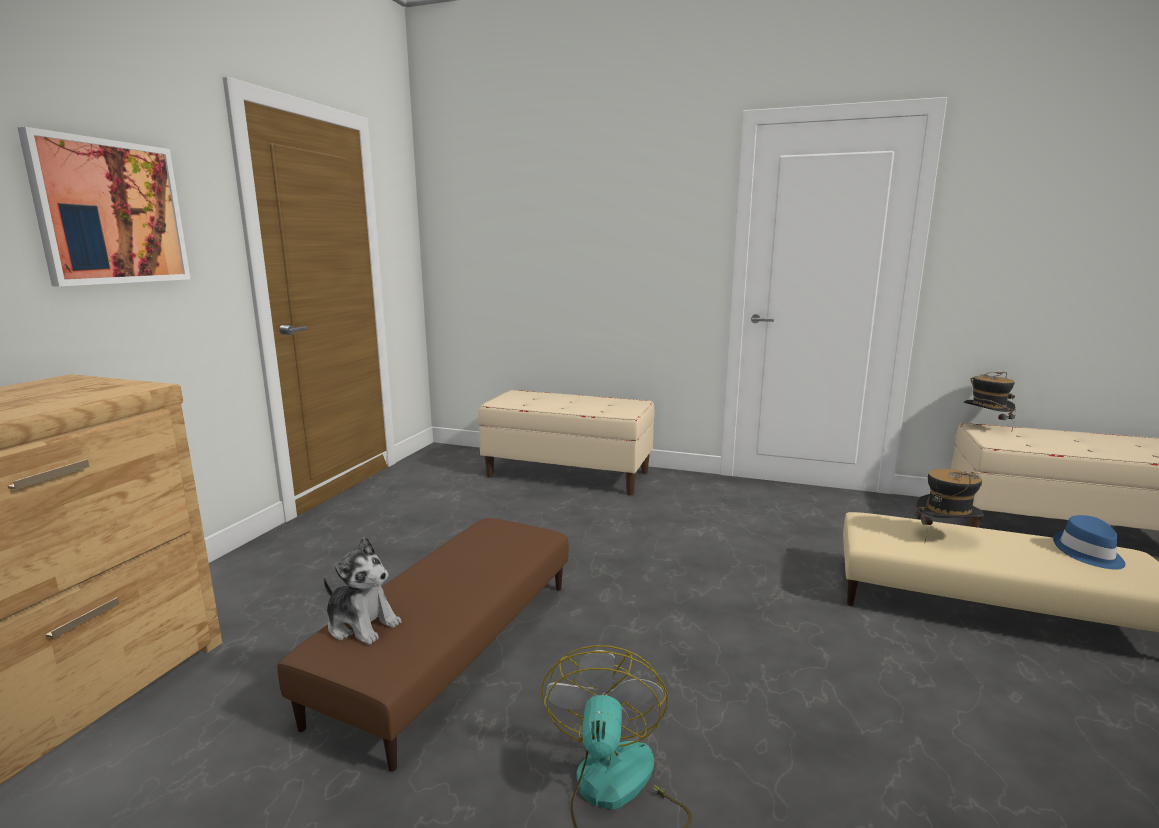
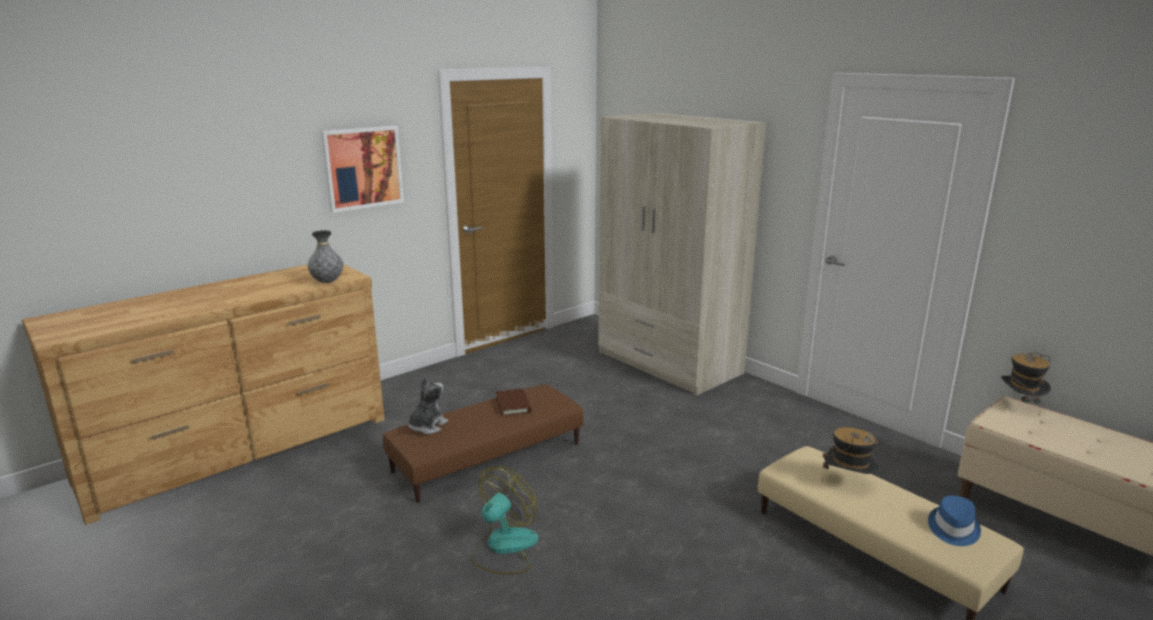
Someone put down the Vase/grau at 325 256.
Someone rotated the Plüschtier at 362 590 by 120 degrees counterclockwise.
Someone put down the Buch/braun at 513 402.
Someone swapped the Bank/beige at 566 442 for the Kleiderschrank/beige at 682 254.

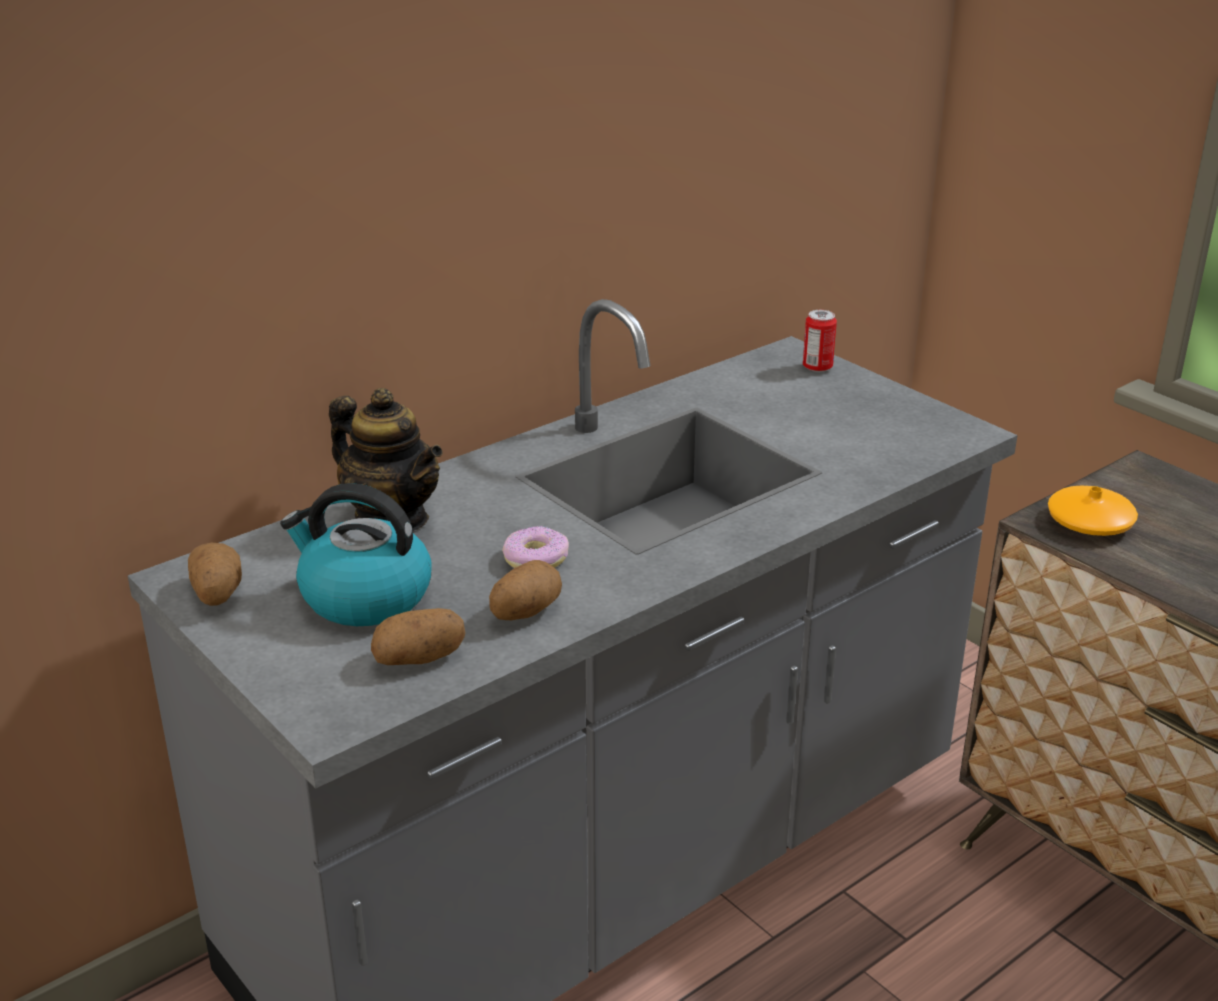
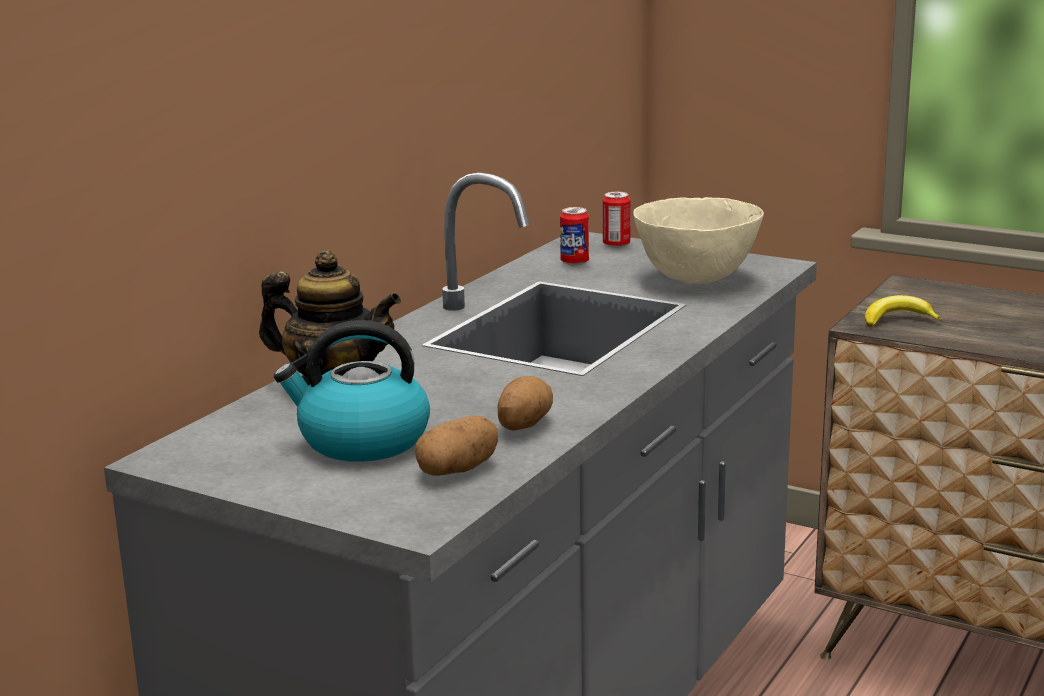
Someone put down the Dose at 574 236.
Someone put down the Schüssel/beige at 698 240.
Someone swapped the Vase/orange at 1093 511 for the Banane at 903 311.
Someone took away the Kartoffel at 215 574.
Someone took away the Donut at 535 547.

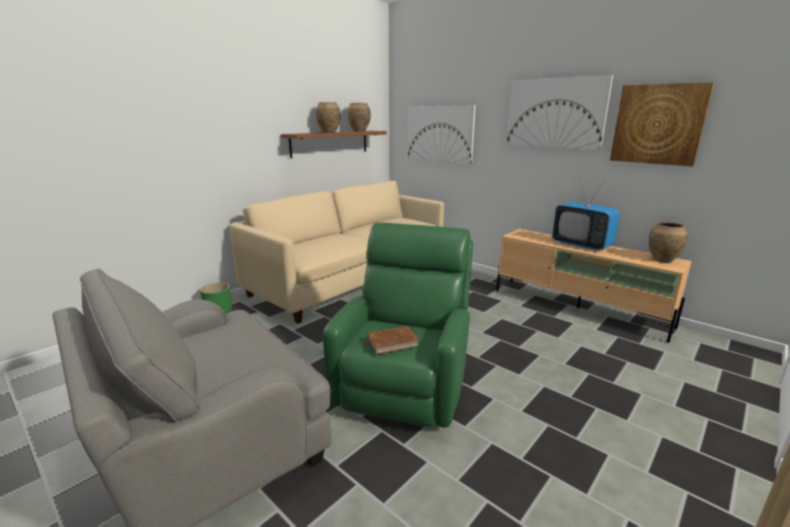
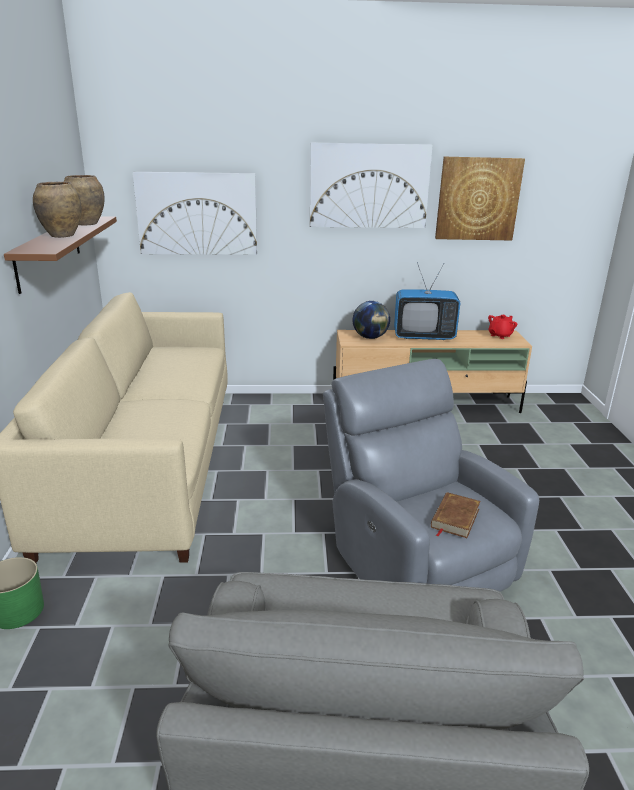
Someone repainted the Sessel/grün at 398 325, which became the Sessel/grau at 431 475.
Someone put down the Globus at 371 320.
Someone swapped the Vase/braun at 668 242 for the Teekanne/rot at 502 327.

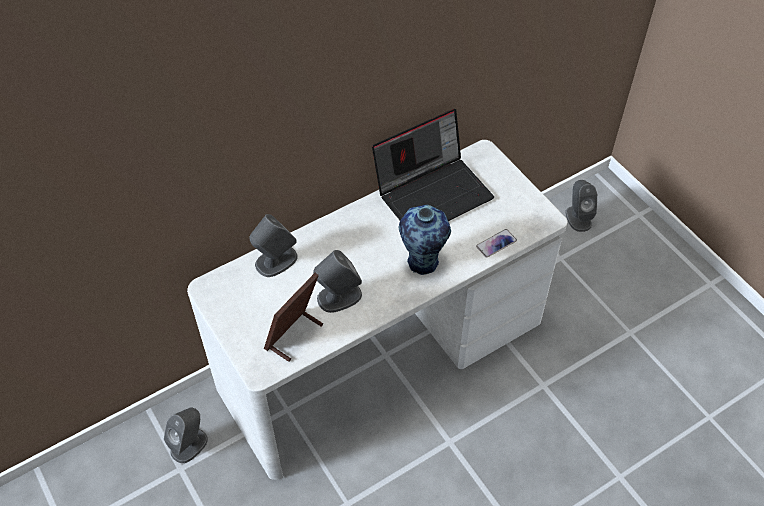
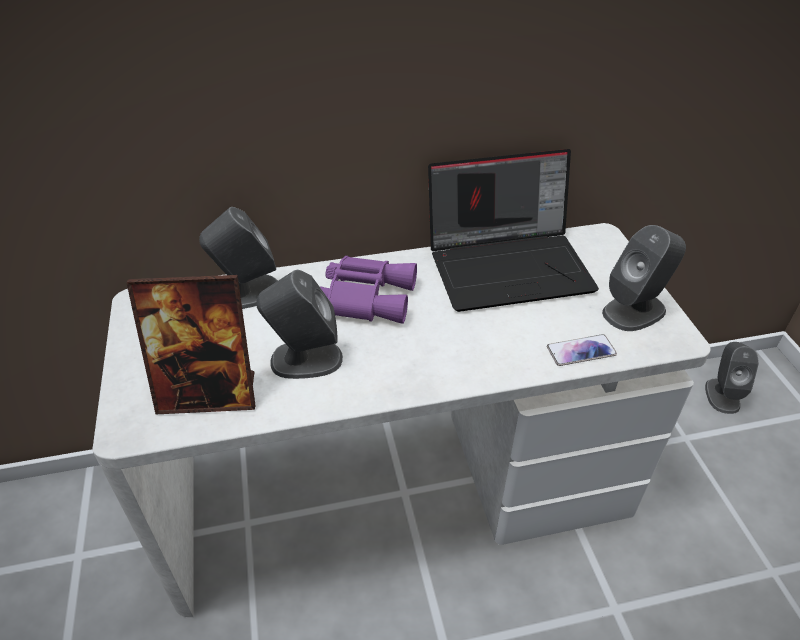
Someone rotated the Bilderrahmen at 293 317 by 150 degrees counterclockwise.
Someone put down the Fernglas/lila at 368 290.
Someone carried the Lautsprecher/grau from 186 435 to 644 278.
Someone took away the Vase at 424 240.

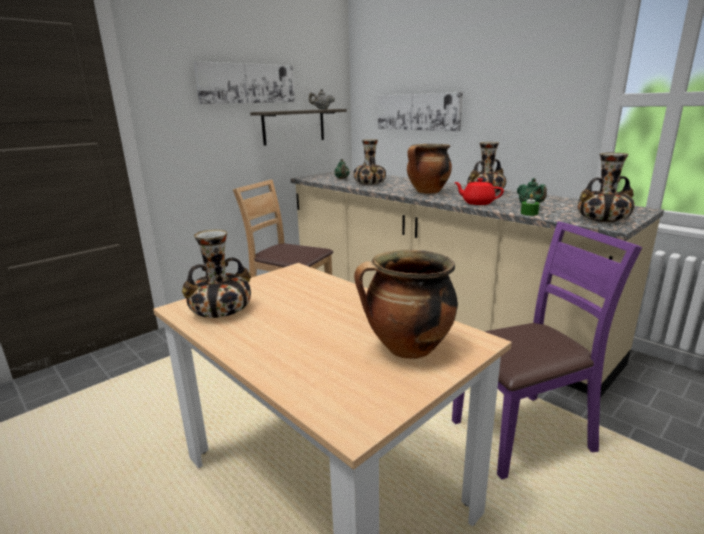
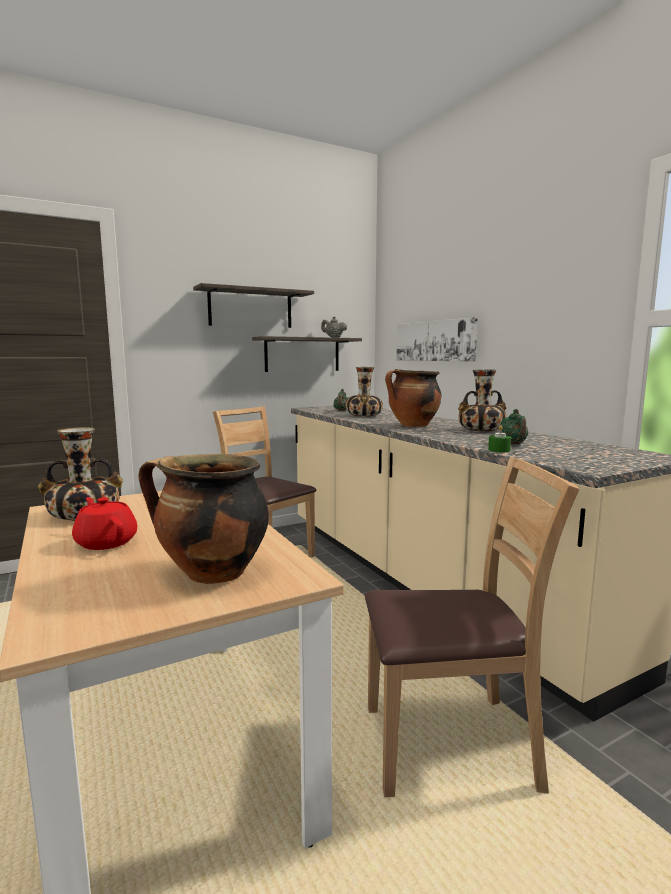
Someone carried the Teekanne/rot from 479 191 to 104 523.
Someone swapped the Bild at 244 82 for the Wandregal at 253 305.
Someone repainted the Stuhl/lila at 547 350, which became the Stuhl/braun at 472 626.
Someone took away the Vase at 606 187.

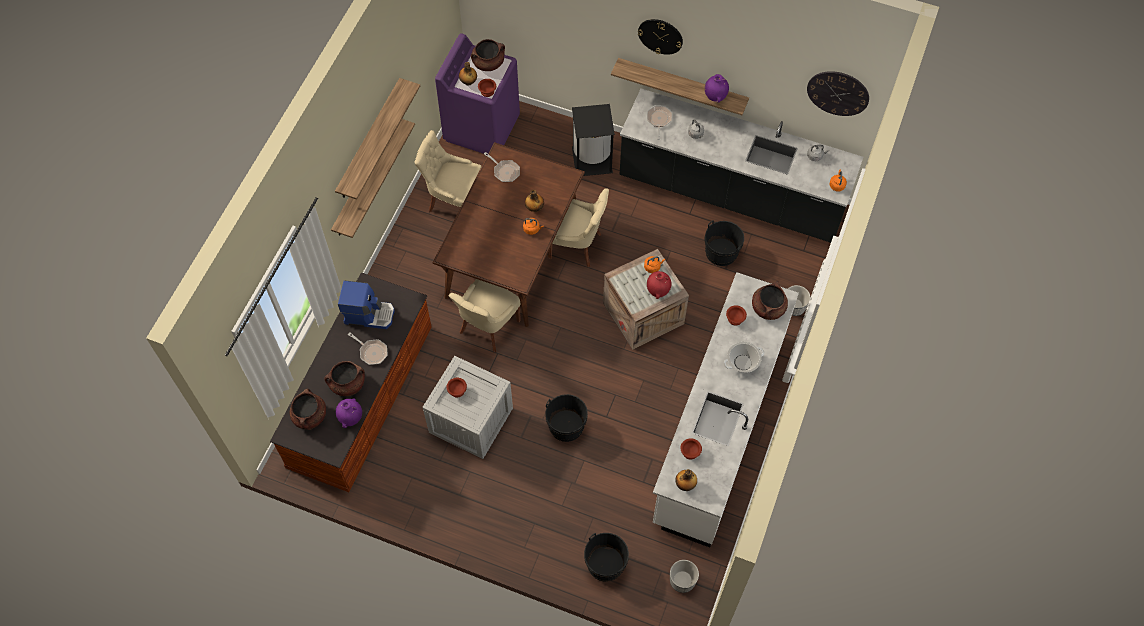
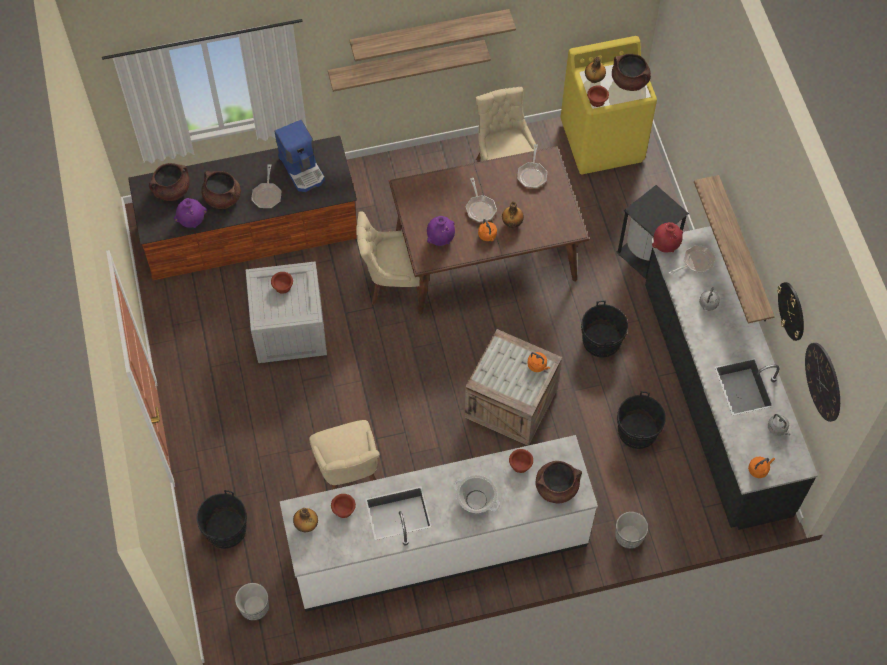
Someone carried the Stuhl/beige from 578 227 to 344 455.
Someone carried the Vase/lila from 717 88 to 441 231.
Someone put down the Pfanne at 481 200.
Someone repainted the Waschmaschine/lila at 477 94, which became the Waschmaschine/gelb at 608 105.
Someone carried the Eimer/schwarz from 566 418 to 604 329.
Someone carried the Vase/rot from 659 285 to 667 237.
Someone carried the Wanduhr from 660 37 to 790 311.

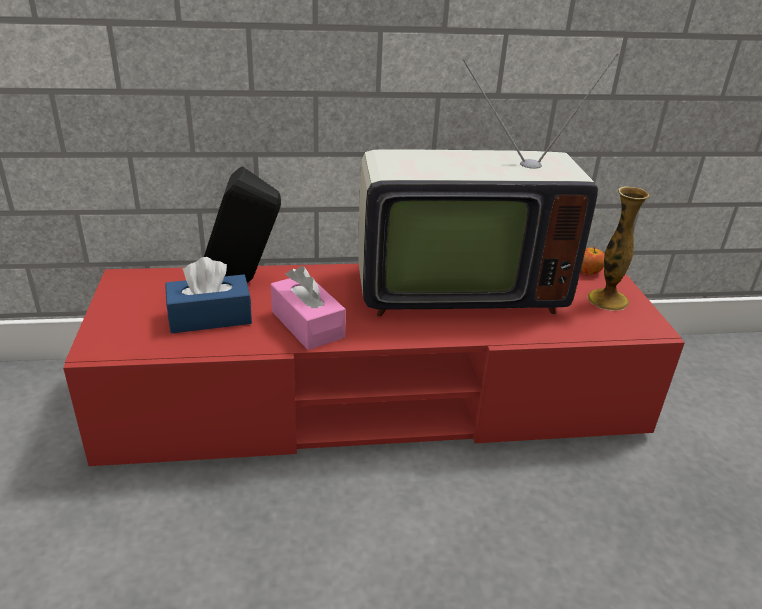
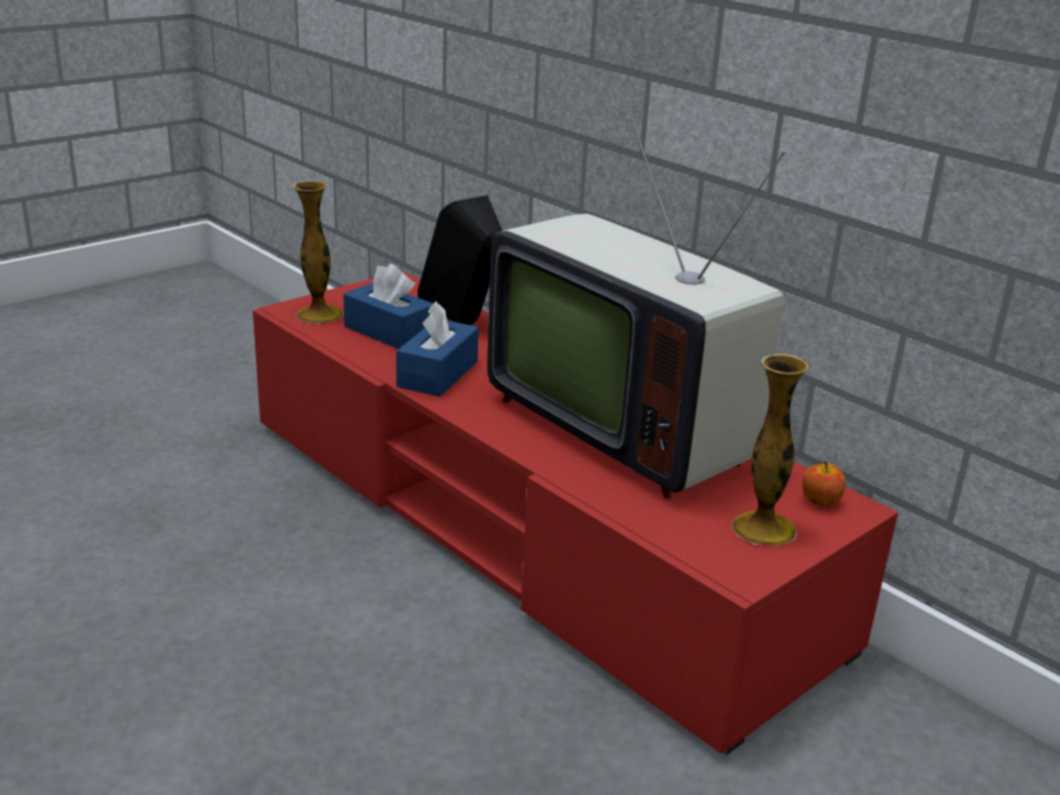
Someone put down the Vase at 318 252.
Someone repainted the Taschentuchbox/rosa at 308 308, which became the Taschentuchbox/blau at 437 349.

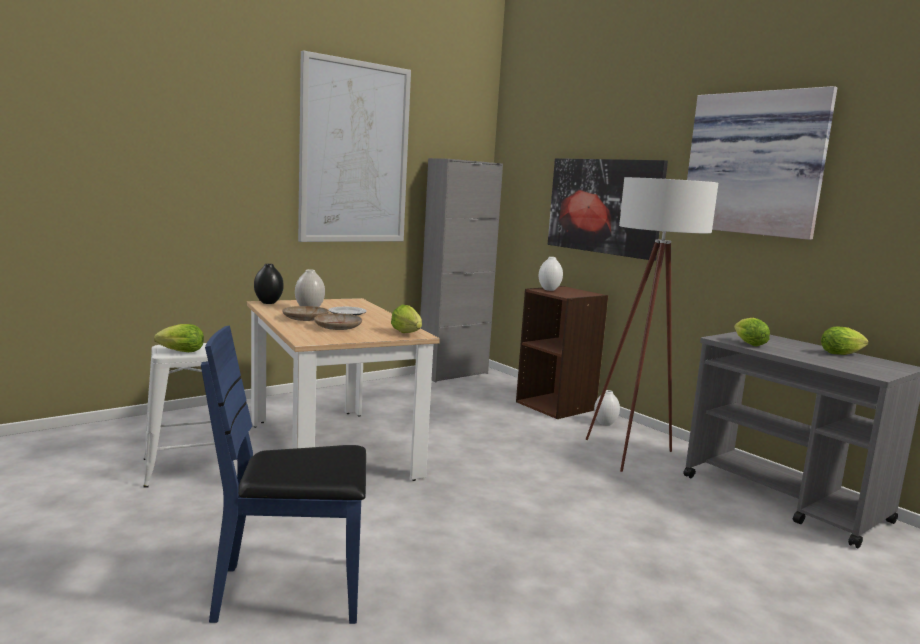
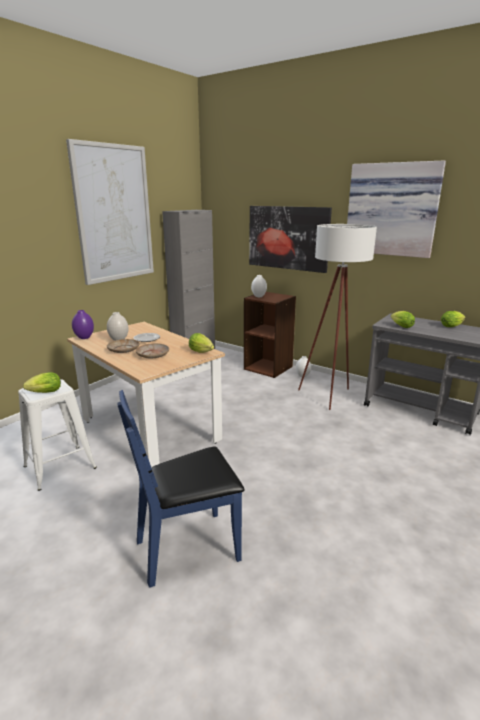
Someone repainted the Vase/schwarz at 269 284, which became the Vase/lila at 83 324.

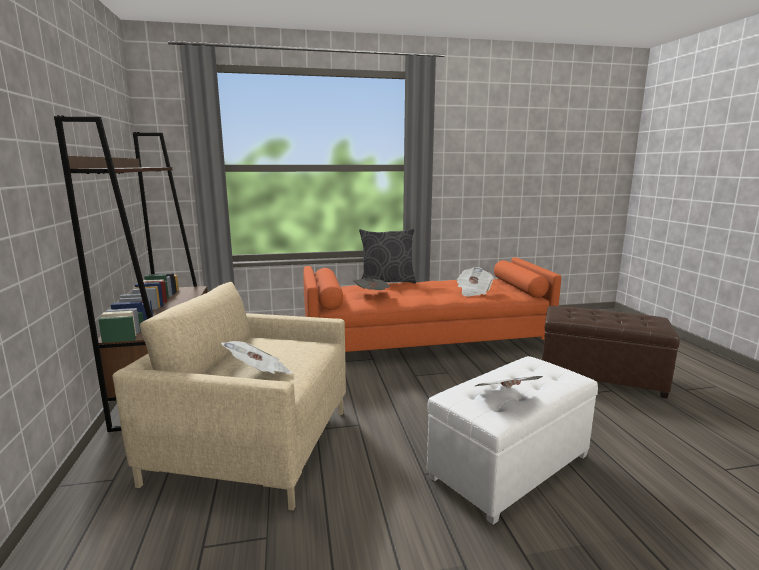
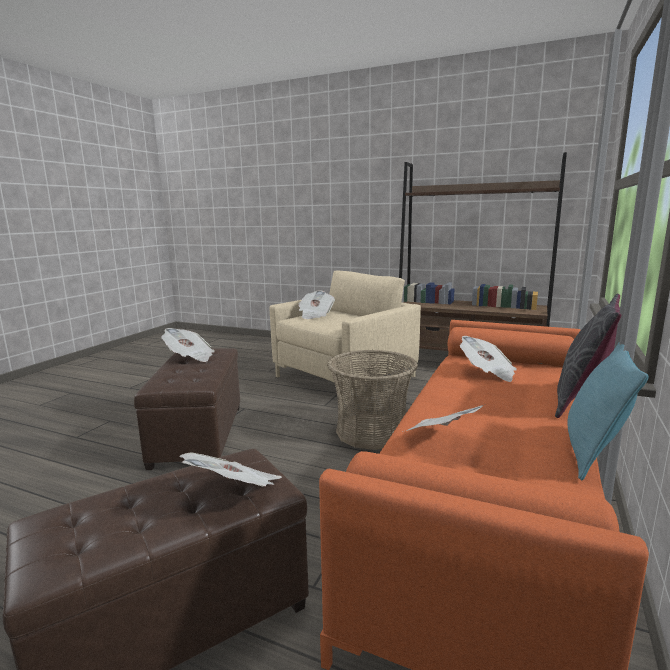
Someone repainted the Polsterhocker/weiß at 512 440, which became the Polsterhocker/braun at 187 409.
Someone put down the Zeitung at 230 470.
Someone put down the Korb at 372 400.
Someone put down the Kissen/türkis at 608 410.

